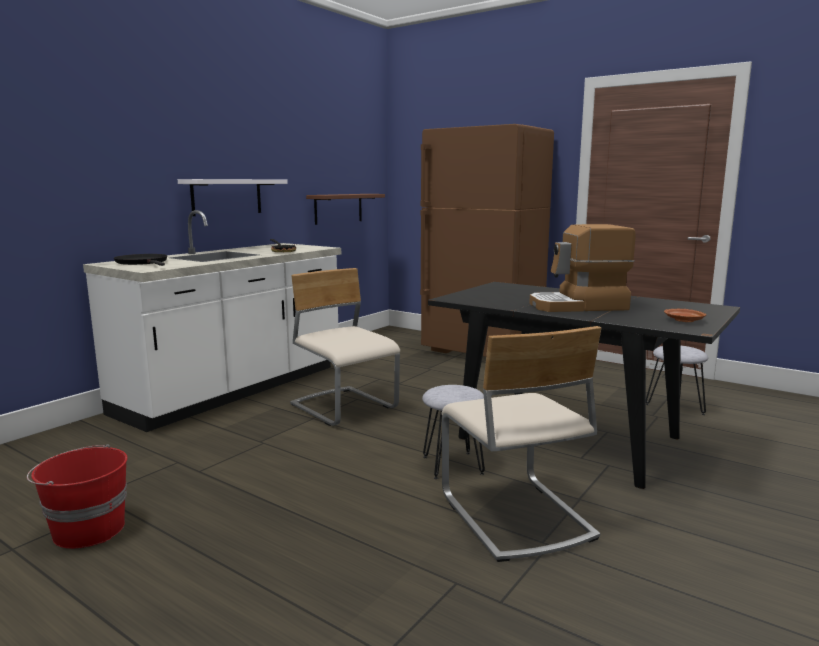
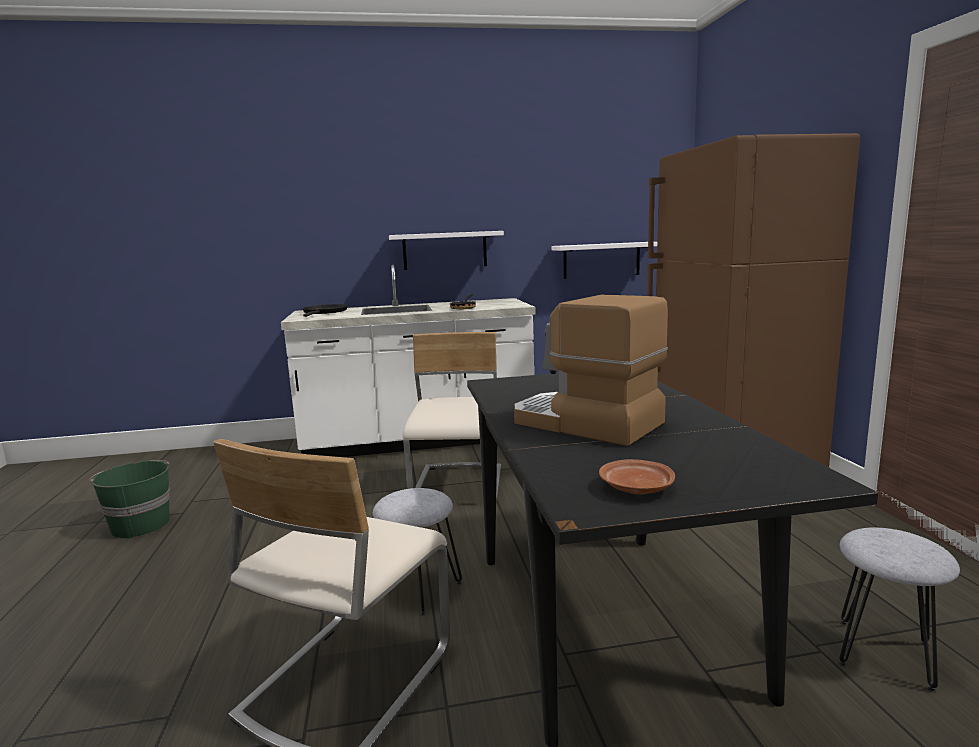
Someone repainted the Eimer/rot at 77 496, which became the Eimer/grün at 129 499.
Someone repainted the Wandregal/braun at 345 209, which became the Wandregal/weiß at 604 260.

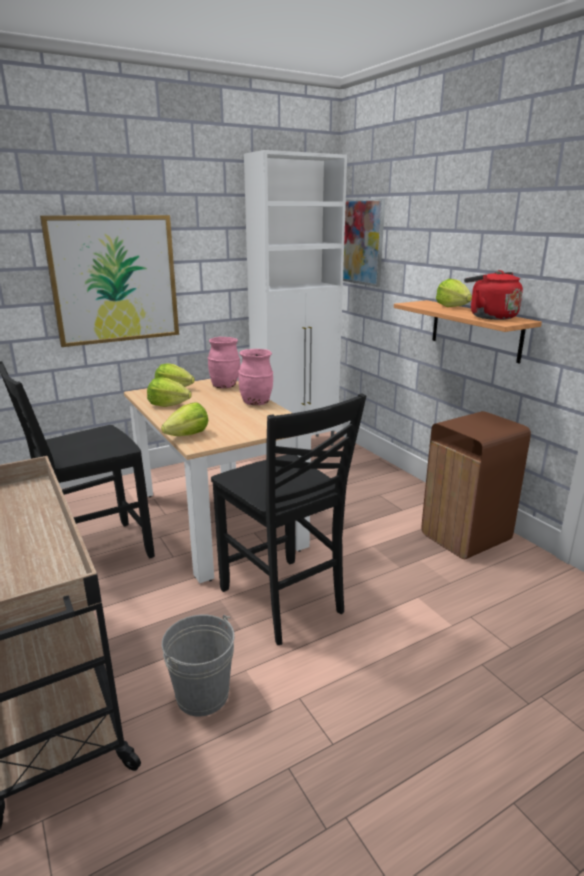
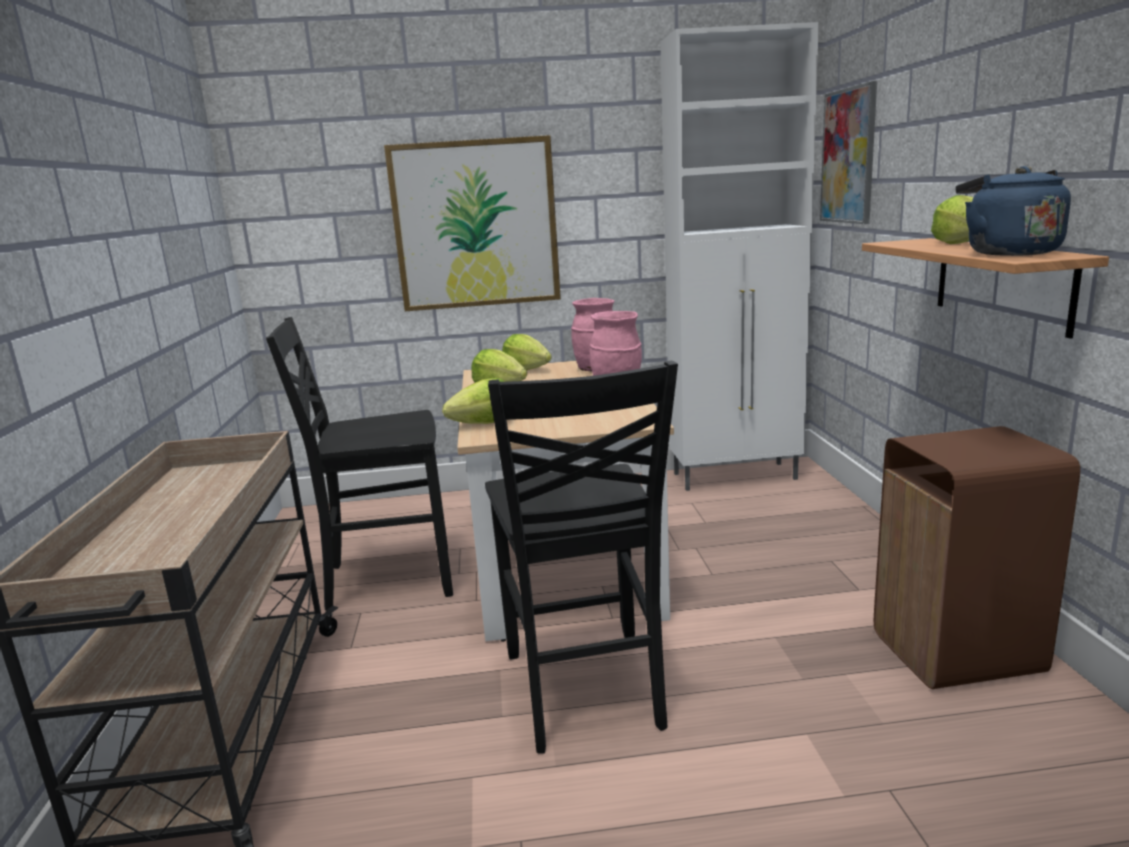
Someone repainted the Wasserkessel/rot at 493 295, which became the Wasserkessel/blau at 1013 211.
Someone took away the Eimer/grau at 198 665.

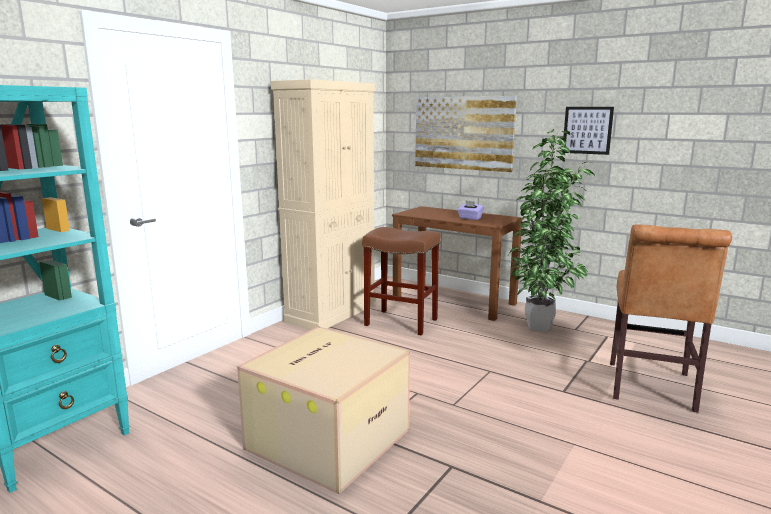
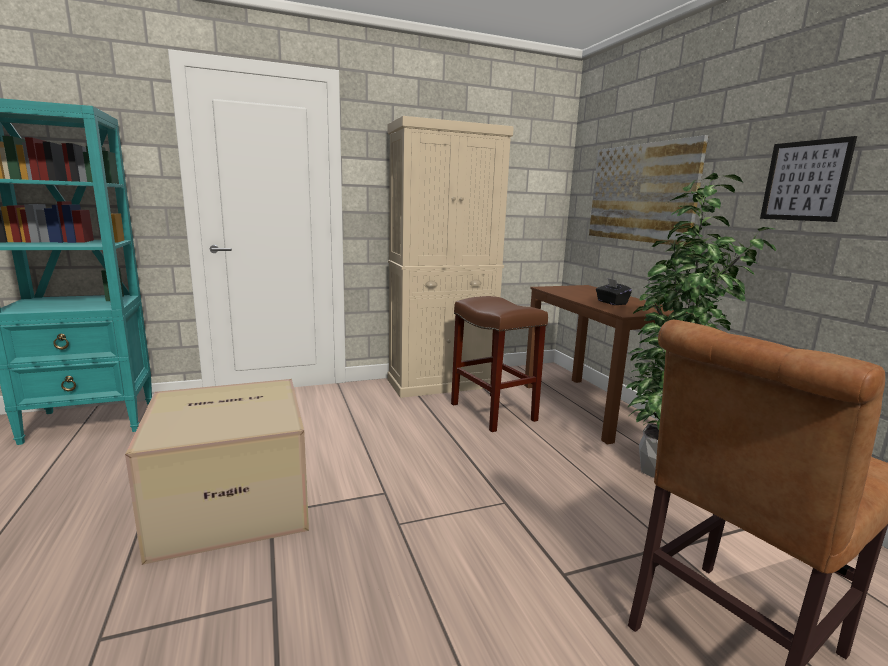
Someone repainted the Taschentuchbox/lila at 470 210, which became the Taschentuchbox/schwarz at 614 291.

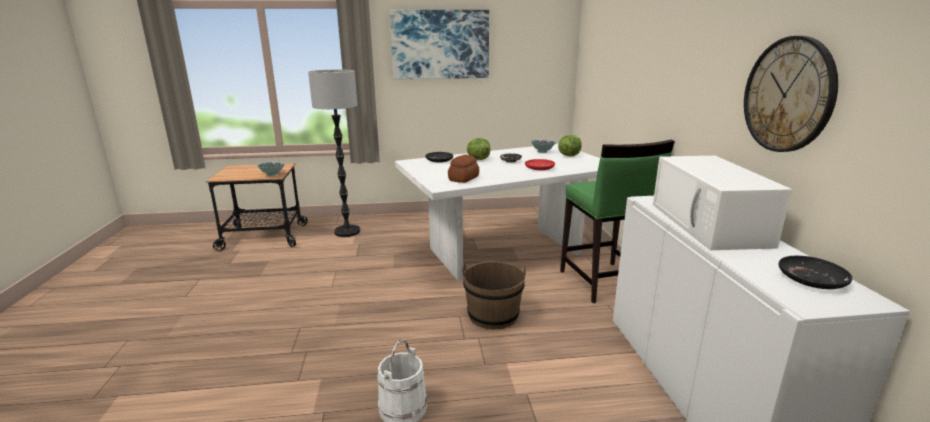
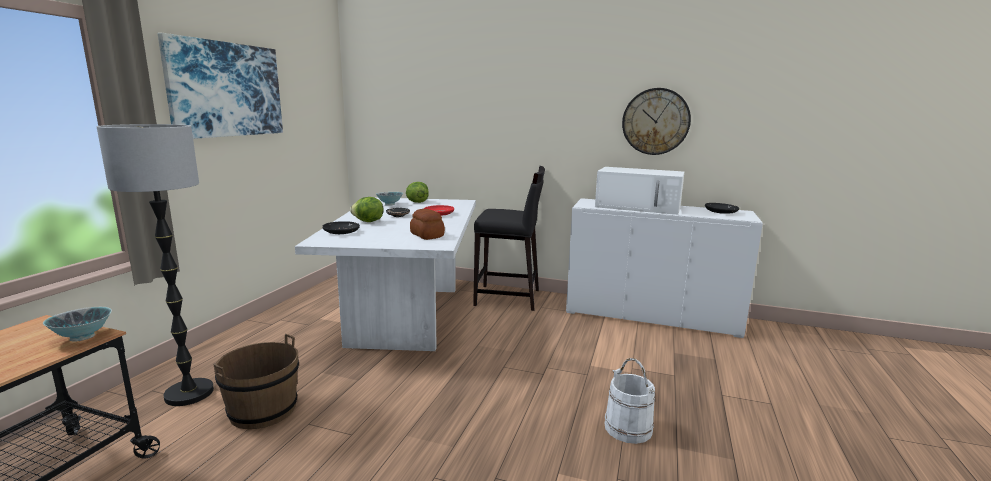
Someone carried the Eimer/braun from 494 295 to 256 381.
Someone repainted the Hocker/grün at 617 221, which became the Hocker/schwarz at 509 238.

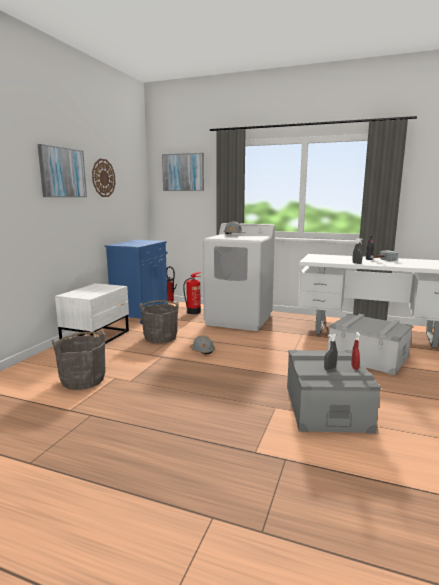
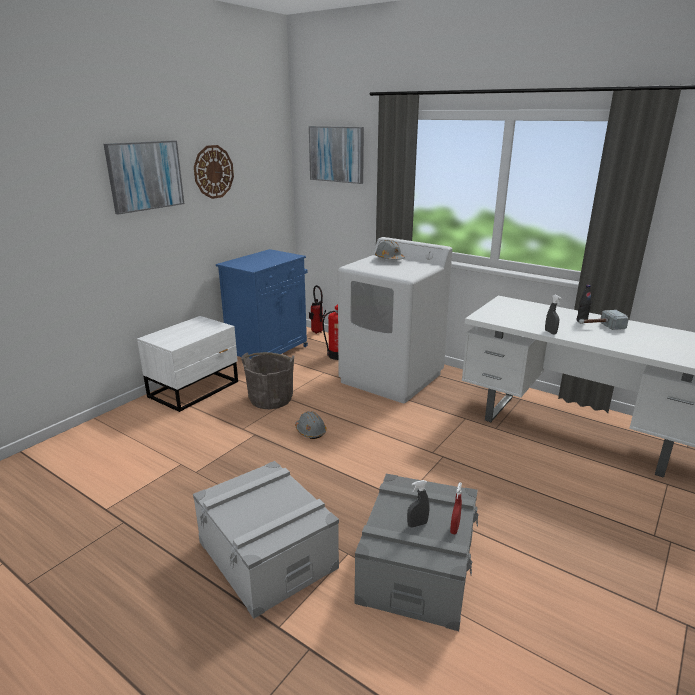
Someone carried the Aufbewahrungsbox/grau from 370 344 to 266 540.
Someone took away the Eimer/grau at 78 360.

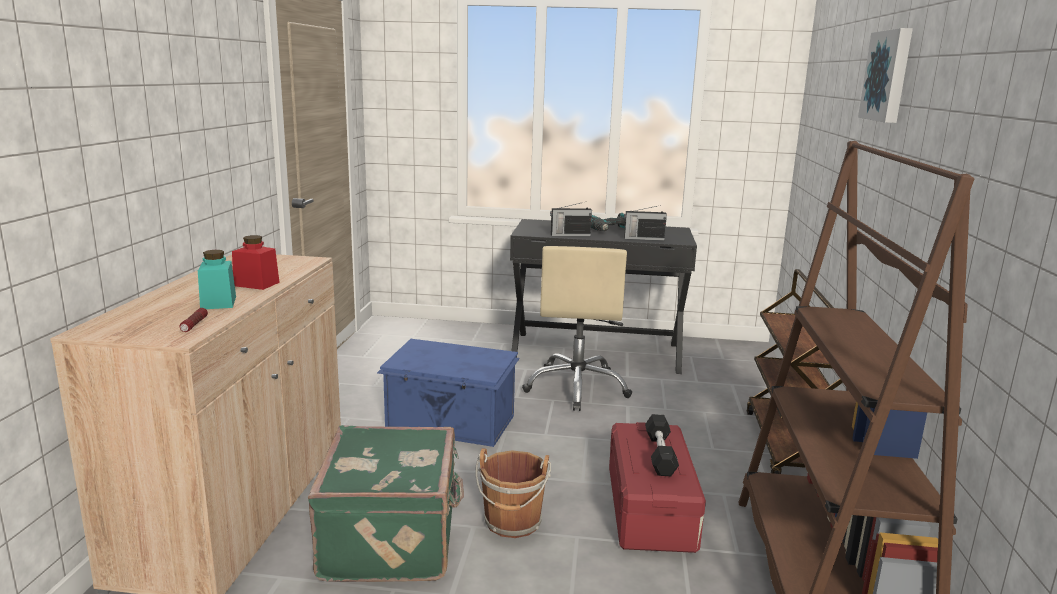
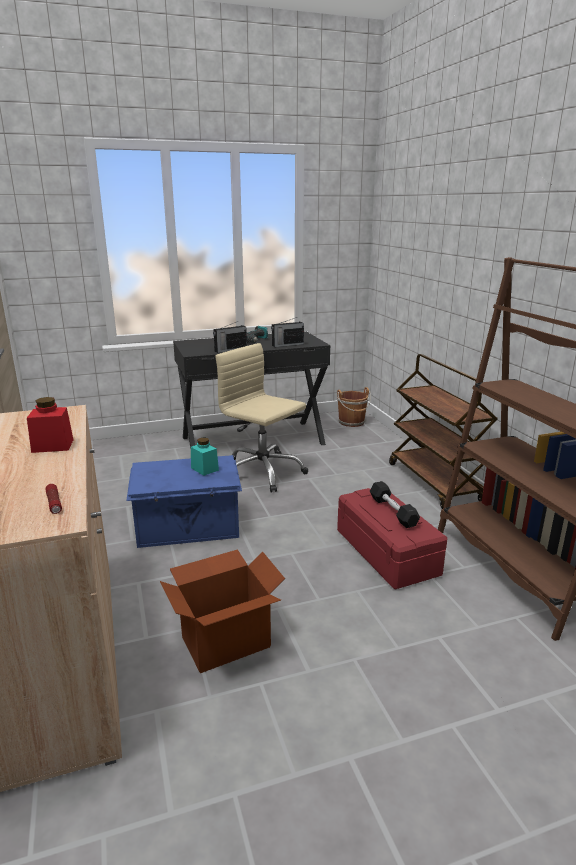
Someone swapped the Koffer/grün at 386 503 for the Karton at 222 611.
Someone carried the Vorratsglas/türkis from 217 279 to 205 456.
Someone rotated the Bürostuhl/beige at 577 328 by 150 degrees clockwise.
Someone carried the Eimer/braun from 513 493 to 354 407.
Someone took away the Bild at 885 75.

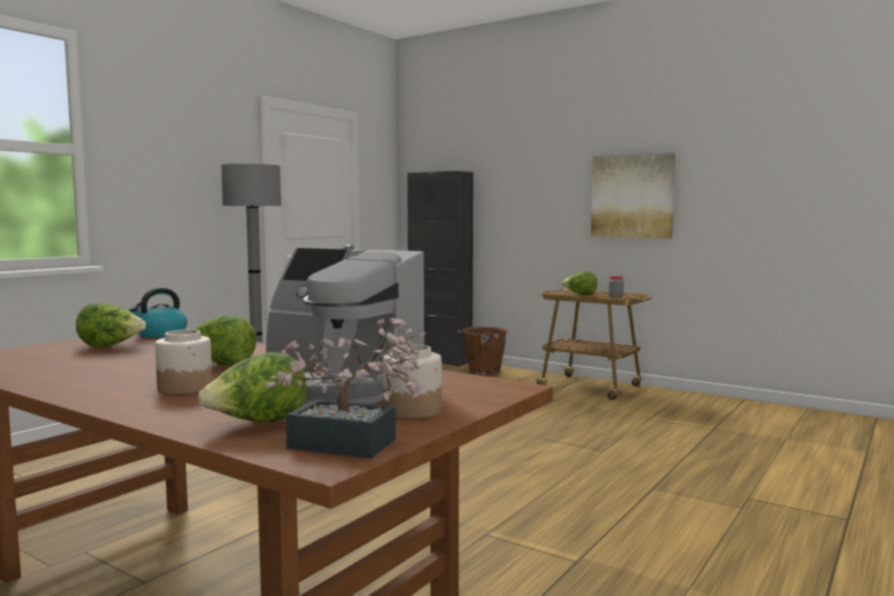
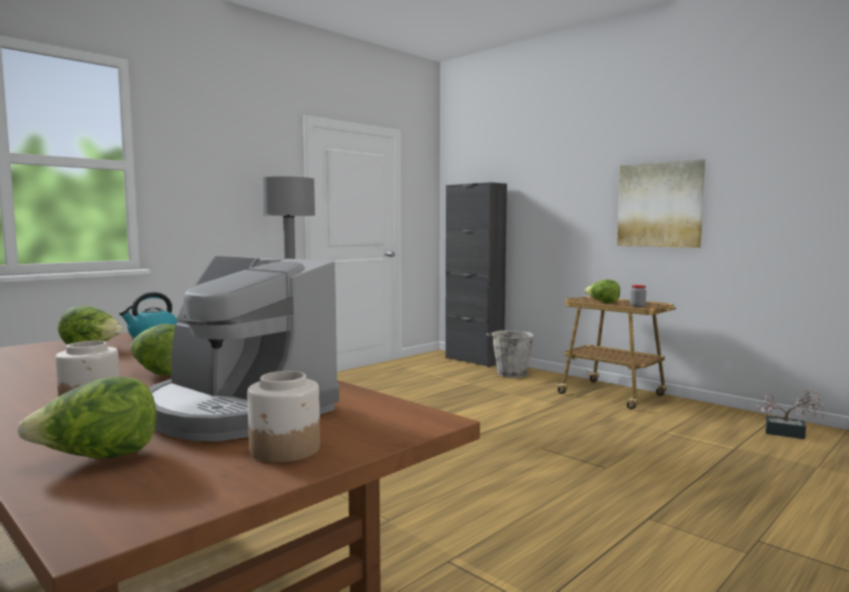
Someone repainted the Eimer/braun at 483 351, which became the Eimer/grau at 510 354.
Someone carried the Topfpflanze from 345 388 to 790 414.

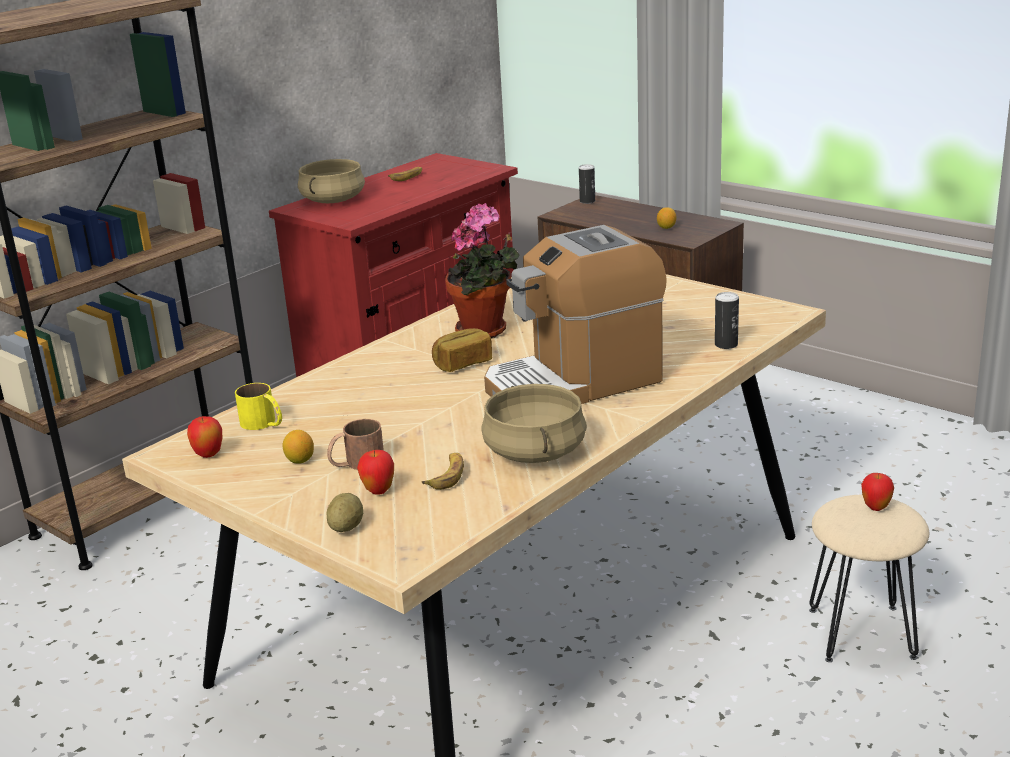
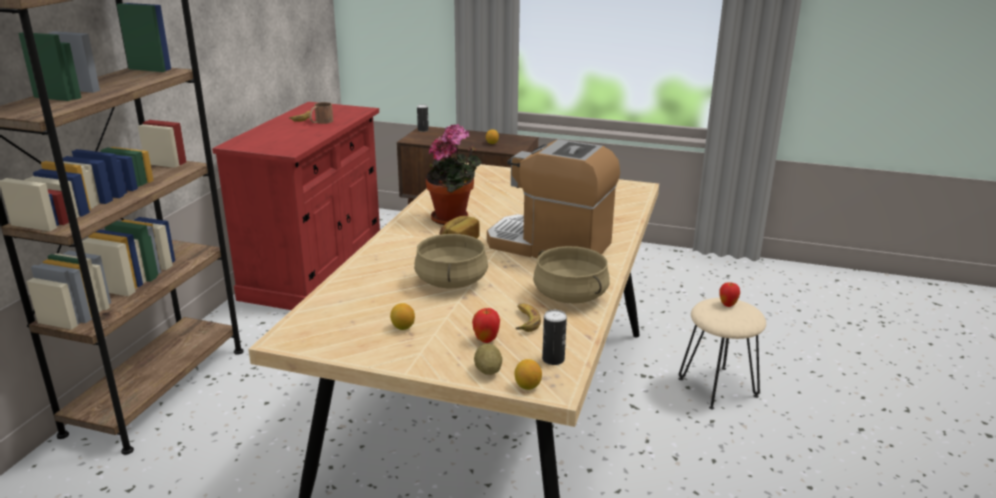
Someone carried the Henkelbecher/braun from 355 444 to 321 113.
Someone carried the Kochtopf/beige from 331 181 to 451 261.
Someone rotated the Kaffeemaschine at 575 314 by 75 degrees clockwise.
Someone put down the Zitrone at 528 374.
Someone carried the Dose from 727 320 to 554 337.
Someone took away the Apfel at 204 437.
Someone took away the Henkelbecher/gelb at 258 406.

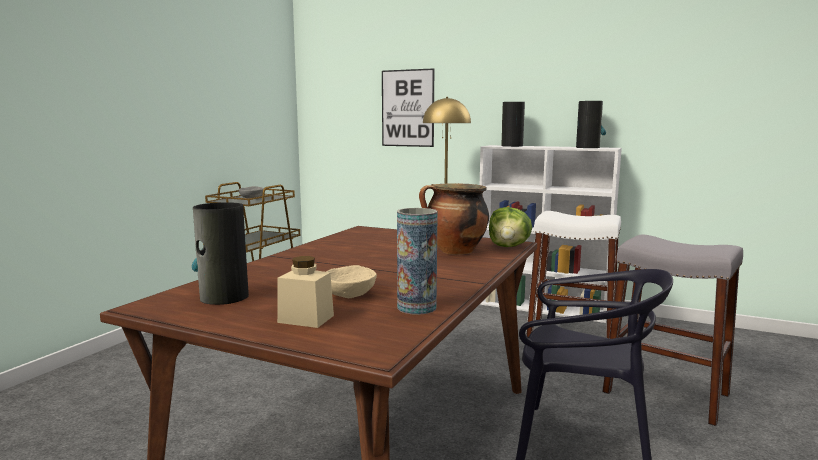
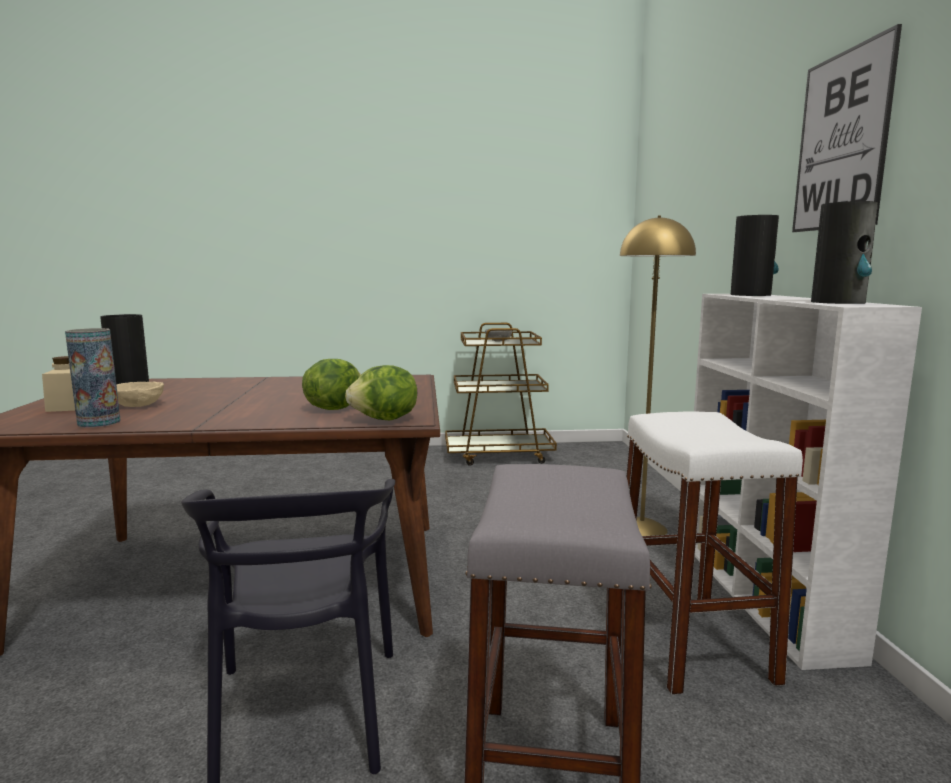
Someone swapped the Kochtopf at 454 219 for the Salatkopf at 331 384.
Someone carried the Bild from 408 107 to 847 128.

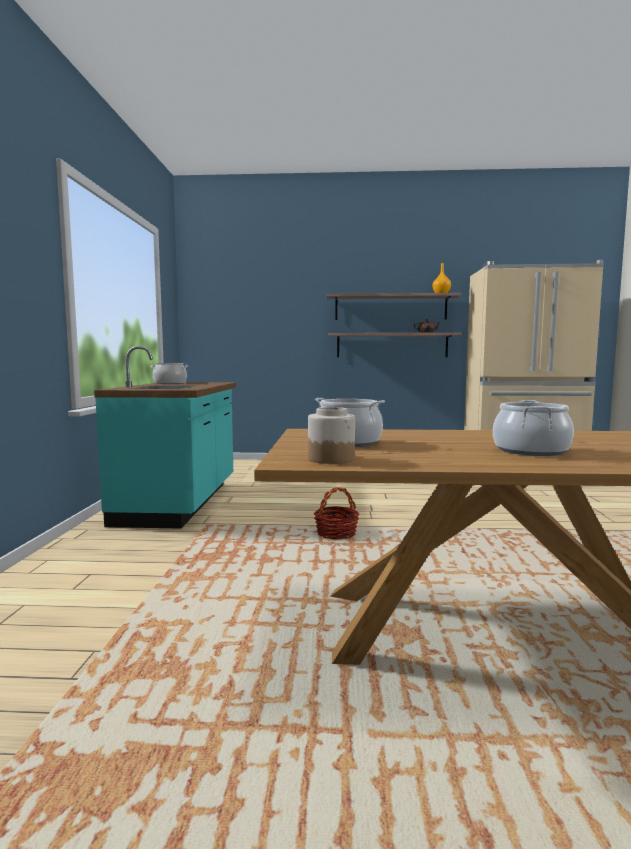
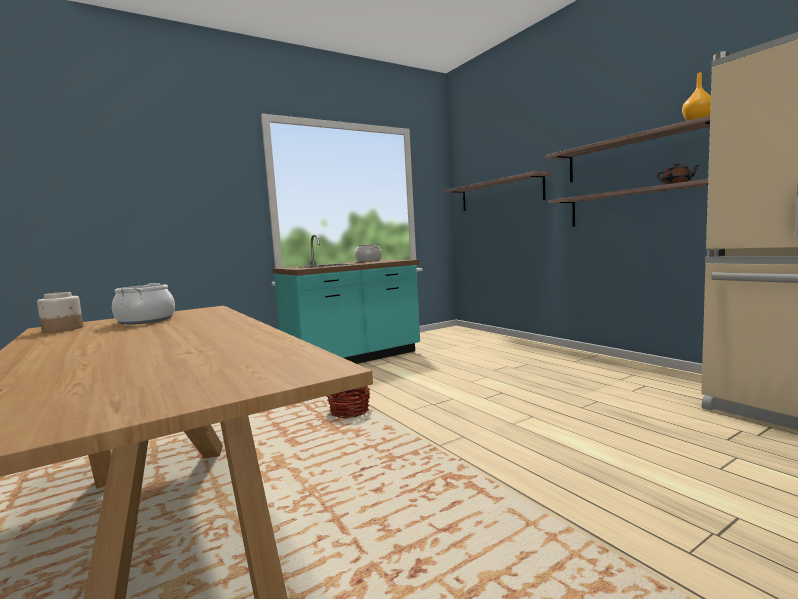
Someone put up the Wandregal at 498 191.
Someone took away the Kochtopf at 533 428.

